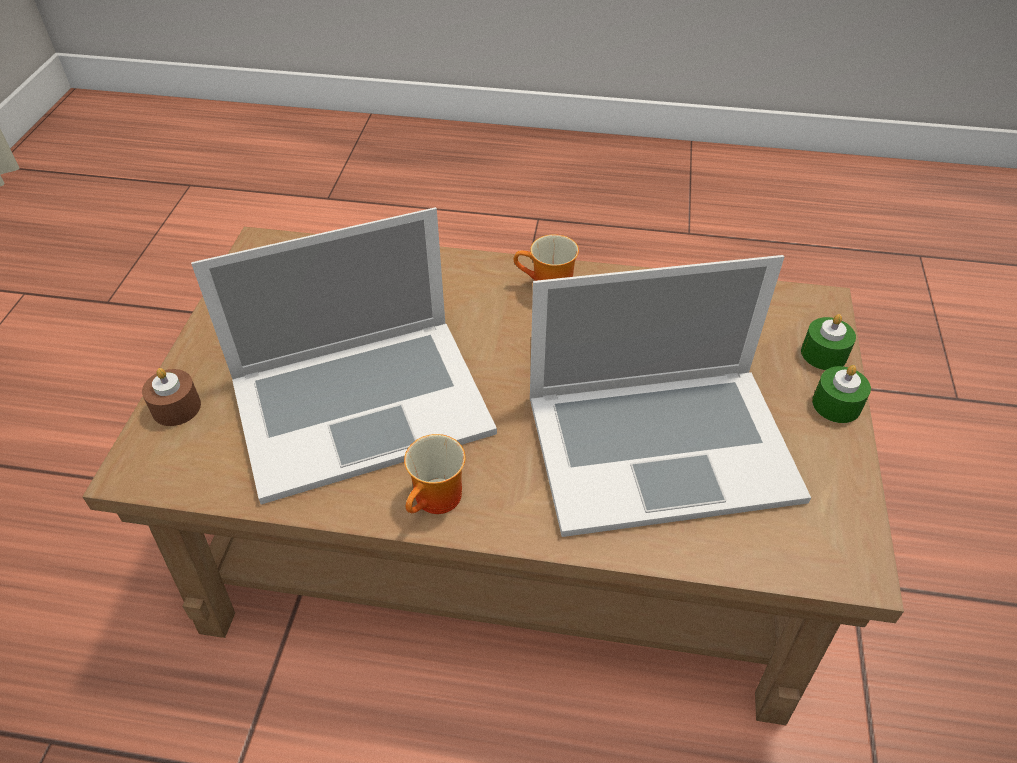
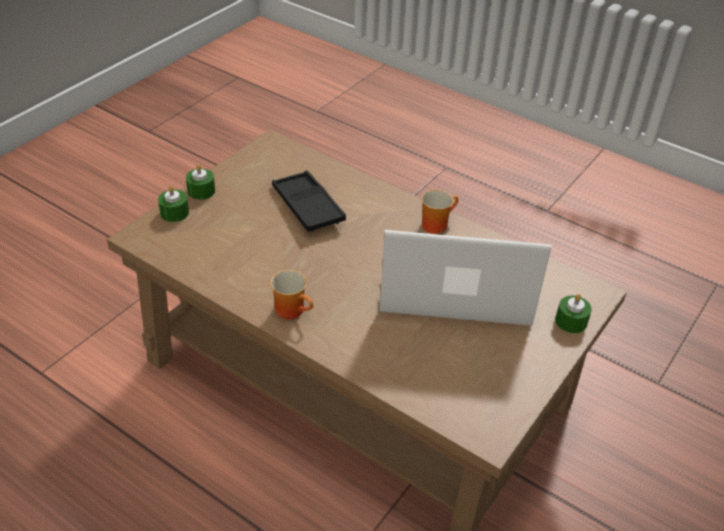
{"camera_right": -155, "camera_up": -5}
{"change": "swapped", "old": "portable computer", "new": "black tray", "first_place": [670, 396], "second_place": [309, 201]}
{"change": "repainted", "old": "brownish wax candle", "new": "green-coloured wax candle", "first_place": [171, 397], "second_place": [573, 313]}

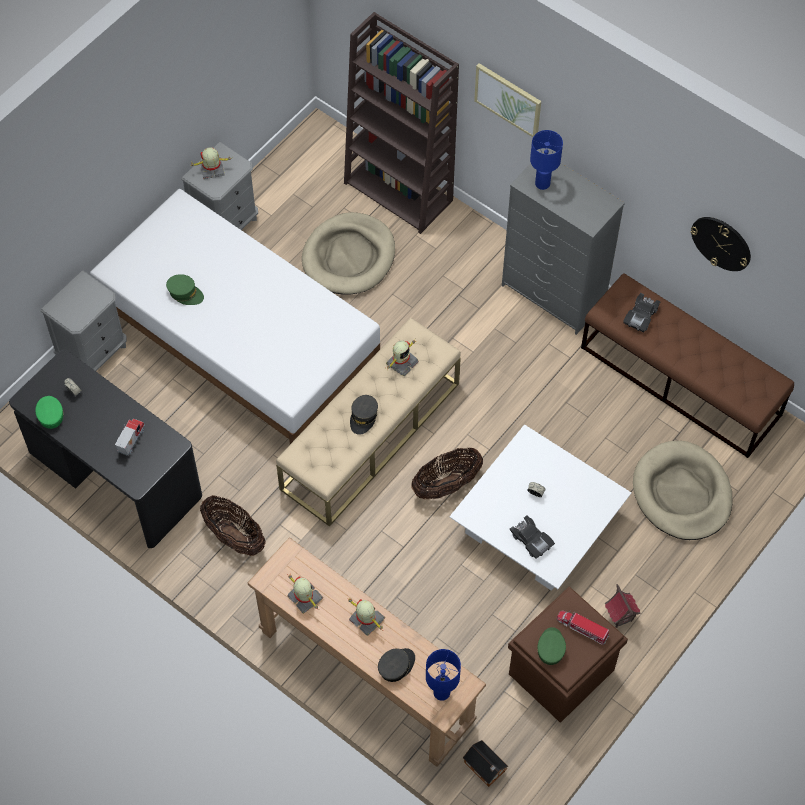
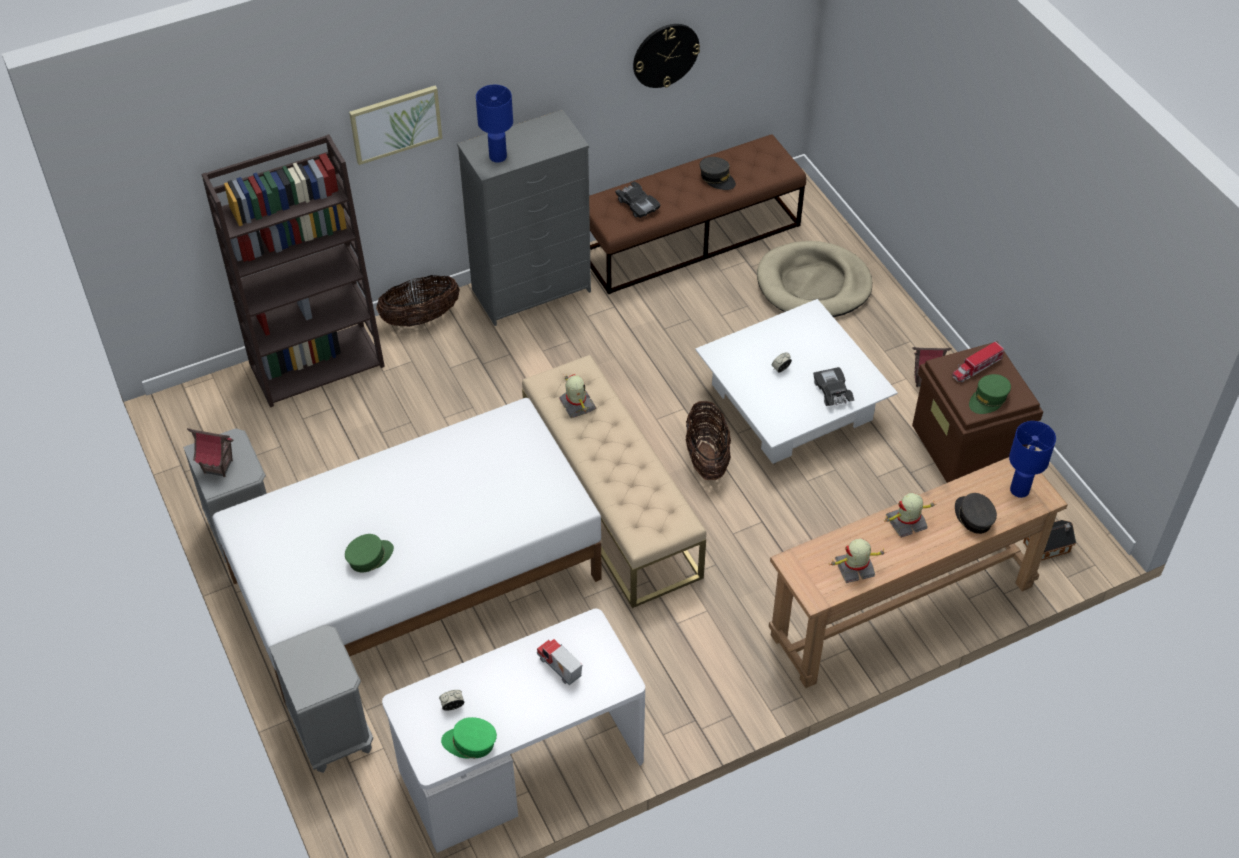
{"camera_right": -65, "camera_up": -10}
{"change": "gone", "old": "beige-coloured dog cushion", "first_place": [348, 253]}
{"change": "shifted", "old": "household basket", "first_place": [233, 525], "second_place": [418, 301]}
{"change": "shifted", "old": "gray cap", "first_place": [364, 415], "second_place": [718, 173]}
{"change": "swapped", "old": "model robot", "new": "toy house", "first_place": [211, 163], "second_place": [210, 452]}
{"change": "repainted", "old": "black desk table", "new": "white-coloured desk table", "first_place": [105, 449], "second_place": [513, 731]}
{"change": "rotated", "old": "black model car", "first_place": [532, 537], "second_place": [833, 386], "degrees": -90}
{"change": "rotated", "old": "green-coloured cap", "first_place": [551, 646], "second_place": [990, 394], "degrees": -75}

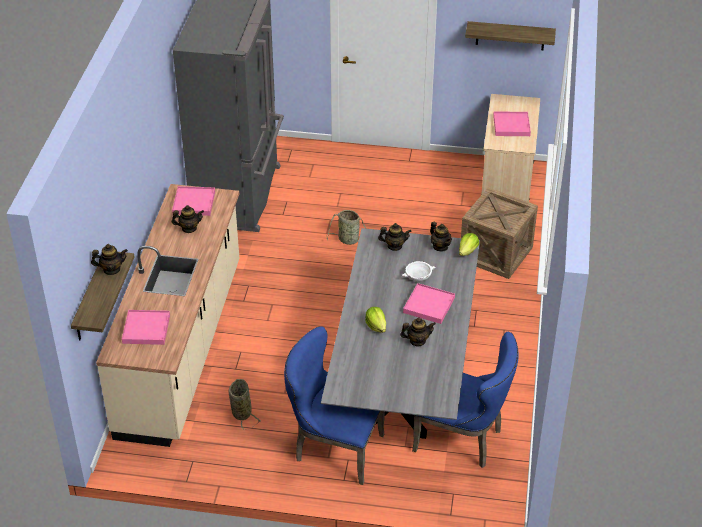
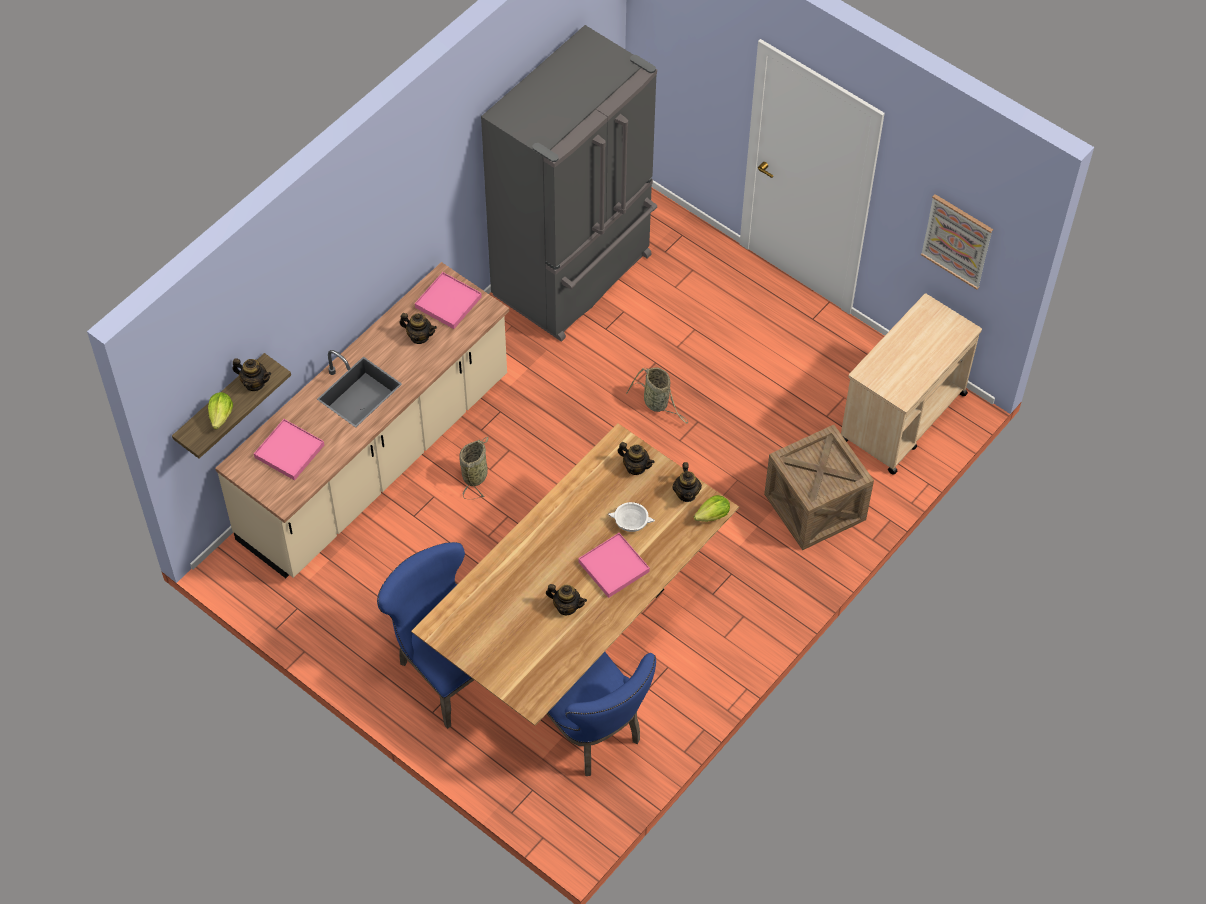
{"camera_right": 30, "camera_up": 15}
{"change": "gone", "old": "pink tray", "first_place": [512, 123]}
{"change": "shifted", "old": "household basket", "first_place": [245, 404], "second_place": [473, 468]}
{"change": "shifted", "old": "lettuce", "first_place": [375, 320], "second_place": [220, 411]}
{"change": "swapped", "old": "bracket shelf", "new": "picture", "first_place": [510, 35], "second_place": [957, 242]}
{"change": "repainted", "old": "gray kitchen table", "new": "brownish kitchen table", "first_place": [400, 333], "second_place": [575, 575]}

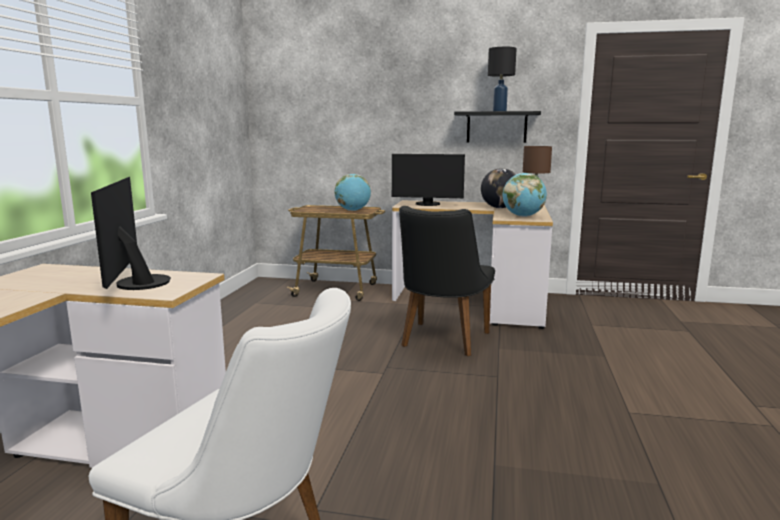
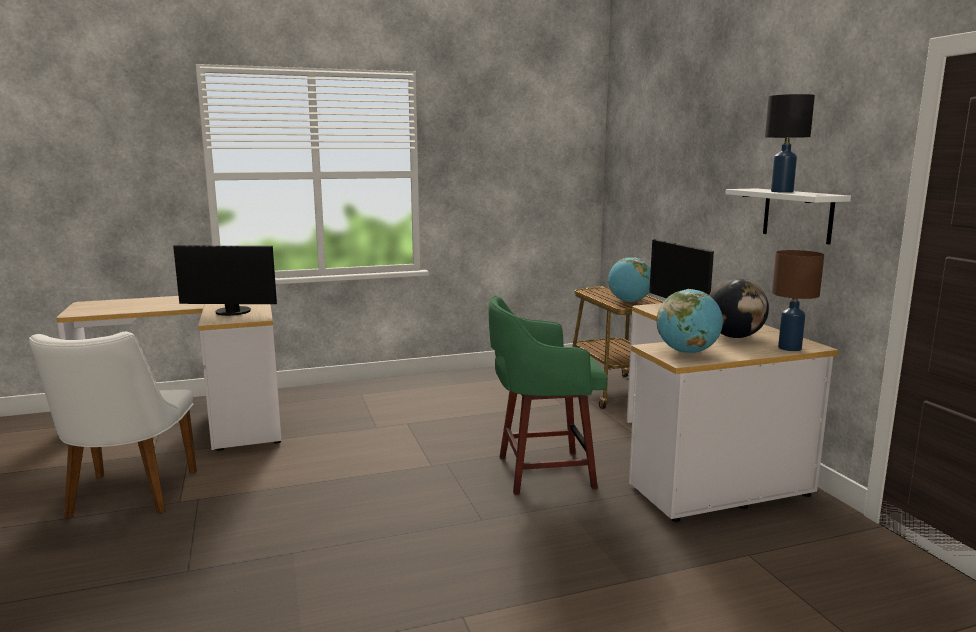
{"camera_right": 60, "camera_up": 0}
{"change": "swapped", "old": "black upright chair", "new": "green-coloured stool seat", "first_place": [447, 281], "second_place": [548, 395]}
{"change": "repainted", "old": "black bracket shelf", "new": "white-coloured bracket shelf", "first_place": [497, 127], "second_place": [788, 216]}
{"change": "rotated", "old": "monitor", "first_place": [131, 233], "second_place": [225, 281], "degrees": -135}

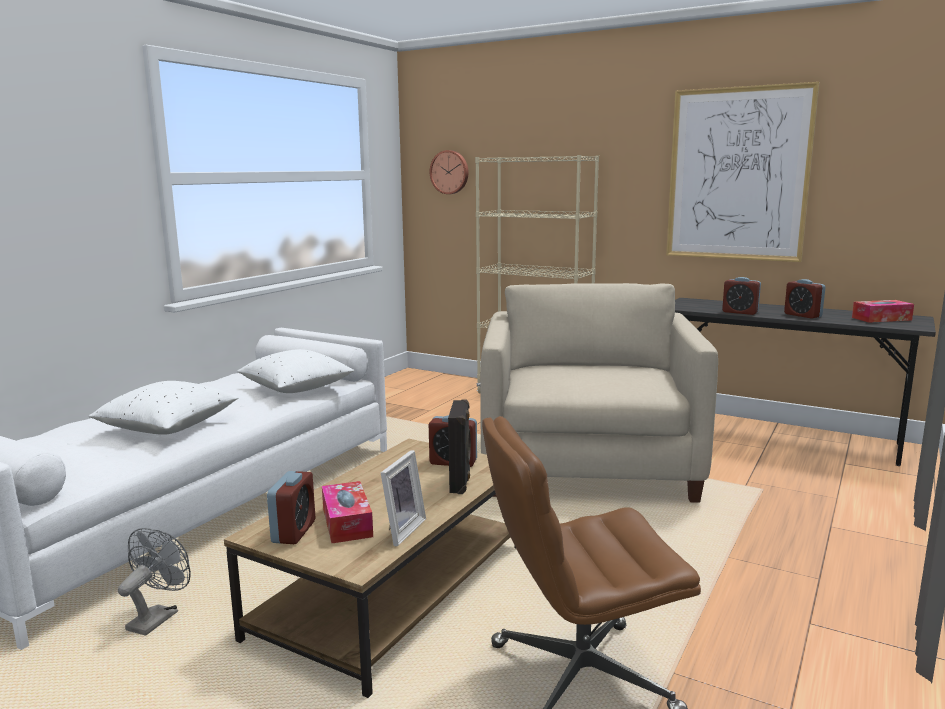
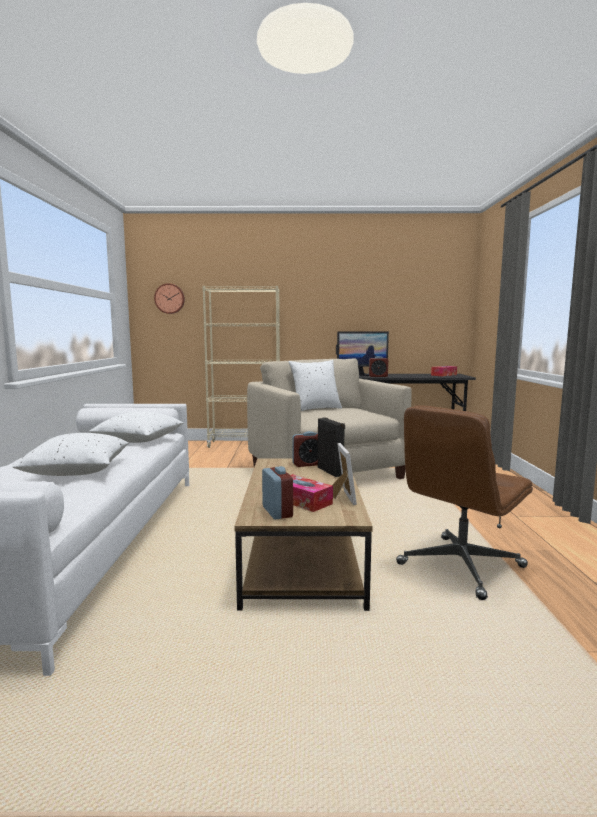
{"camera_right": -30, "camera_up": -5}
{"change": "gone", "old": "gray fan", "first_place": [154, 582]}
{"change": "gone", "old": "picture", "first_place": [743, 172]}
{"change": "gone", "old": "alarm clock", "first_place": [804, 299]}
{"change": "new", "new": "white-coloured cushion", "second_place": [315, 385]}
{"change": "new", "new": "monitor", "second_place": [362, 354]}

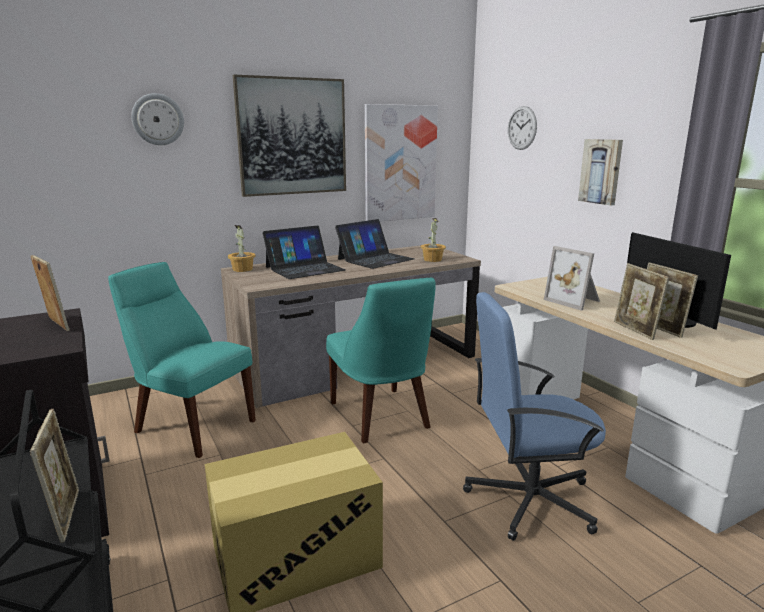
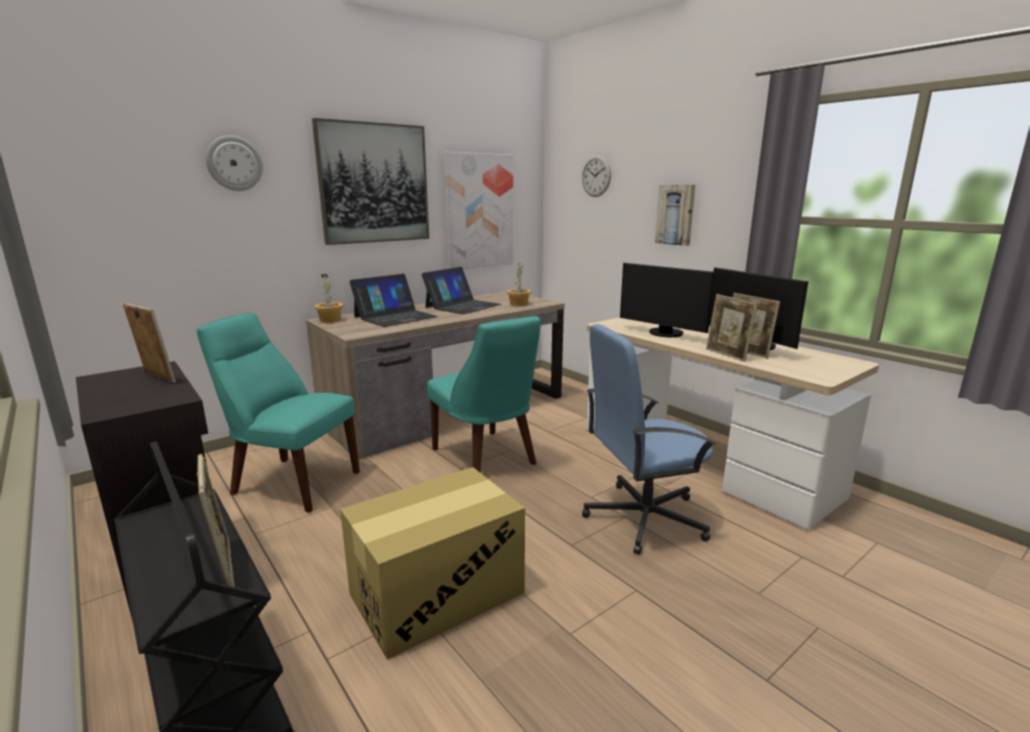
{"camera_right": -10, "camera_up": 0}
{"change": "swapped", "old": "standing frame", "new": "monitor", "first_place": [572, 278], "second_place": [667, 300]}

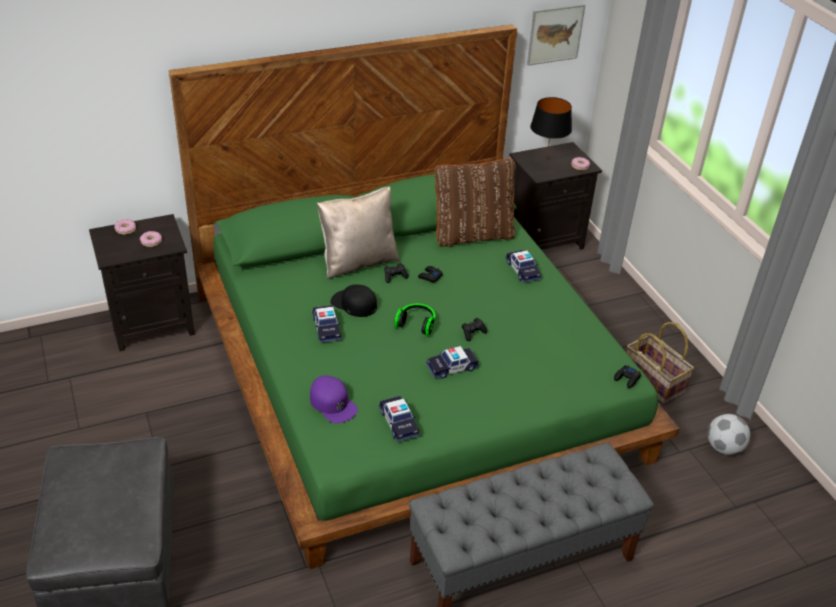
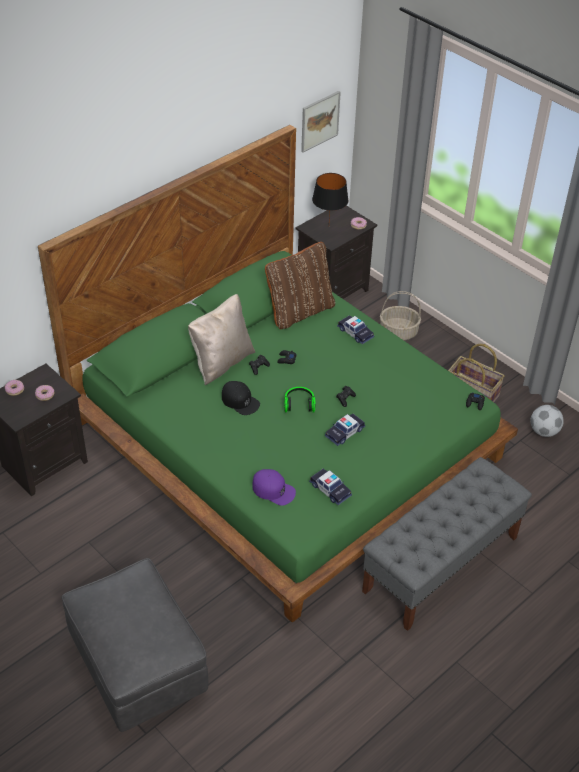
{"camera_right": -20, "camera_up": 5}
{"change": "gone", "old": "model car", "first_place": [327, 324]}
{"change": "new", "new": "household basket", "second_place": [400, 315]}
{"change": "rotated", "old": "black cap", "first_place": [353, 300], "second_place": [241, 398], "degrees": -150}

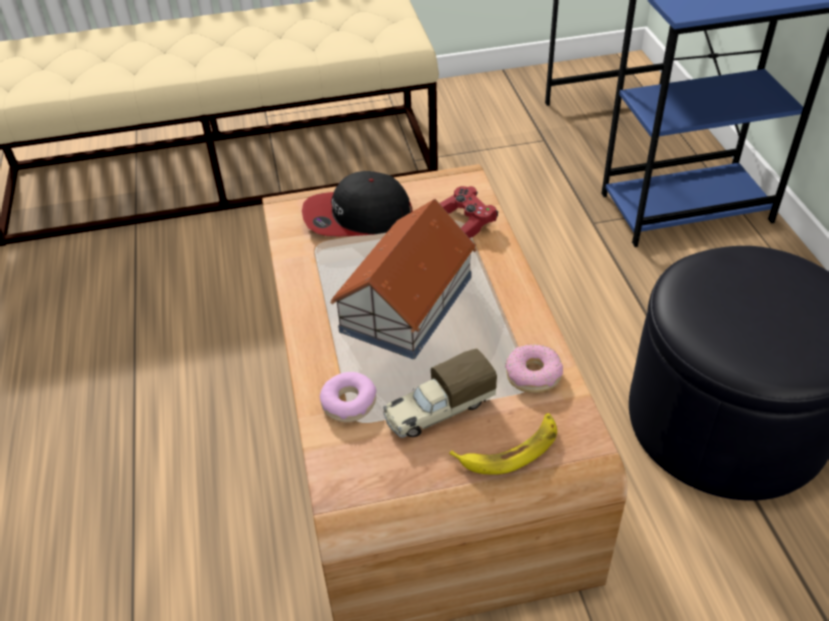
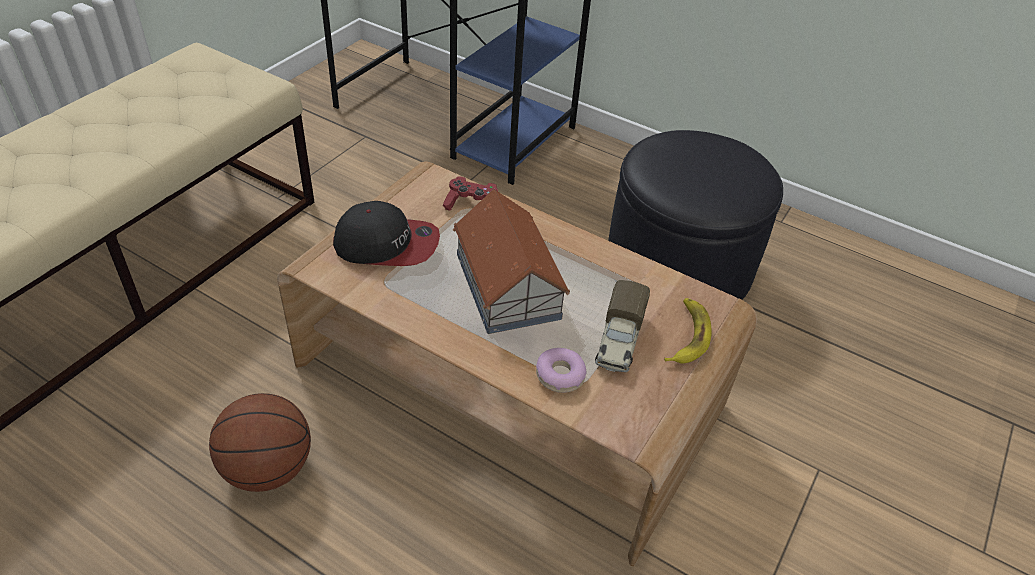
{"camera_right": -50, "camera_up": 0}
{"change": "gone", "old": "ring doughnut", "first_place": [534, 368]}
{"change": "new", "new": "basketball", "second_place": [260, 442]}
{"change": "rotated", "old": "cap", "first_place": [357, 203], "second_place": [386, 233], "degrees": -120}

